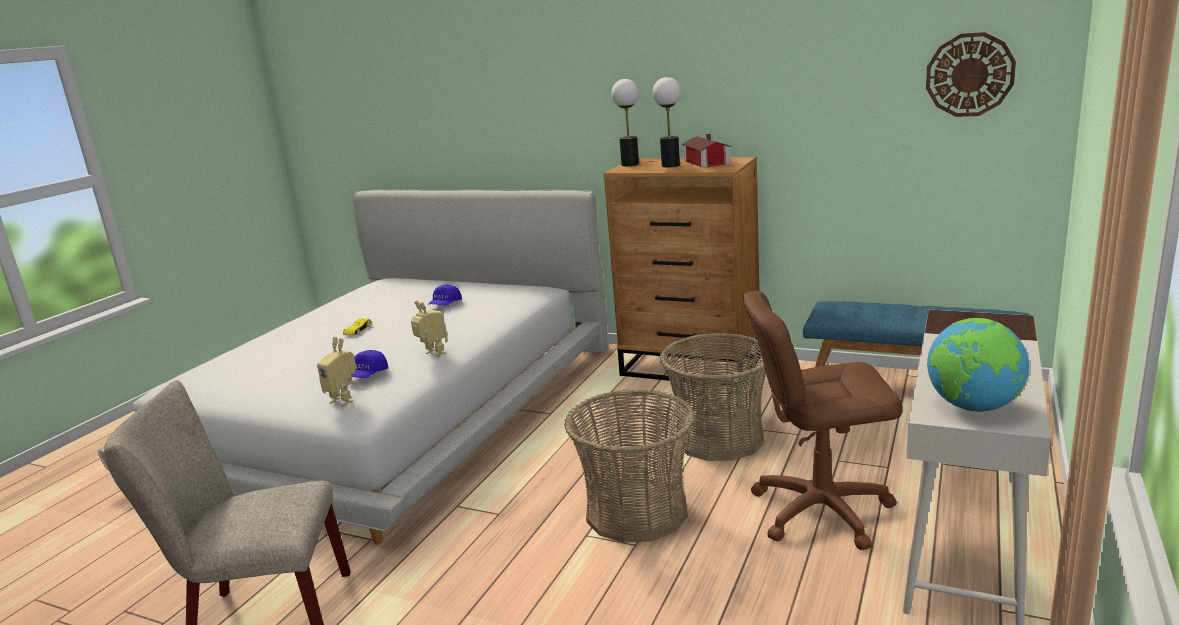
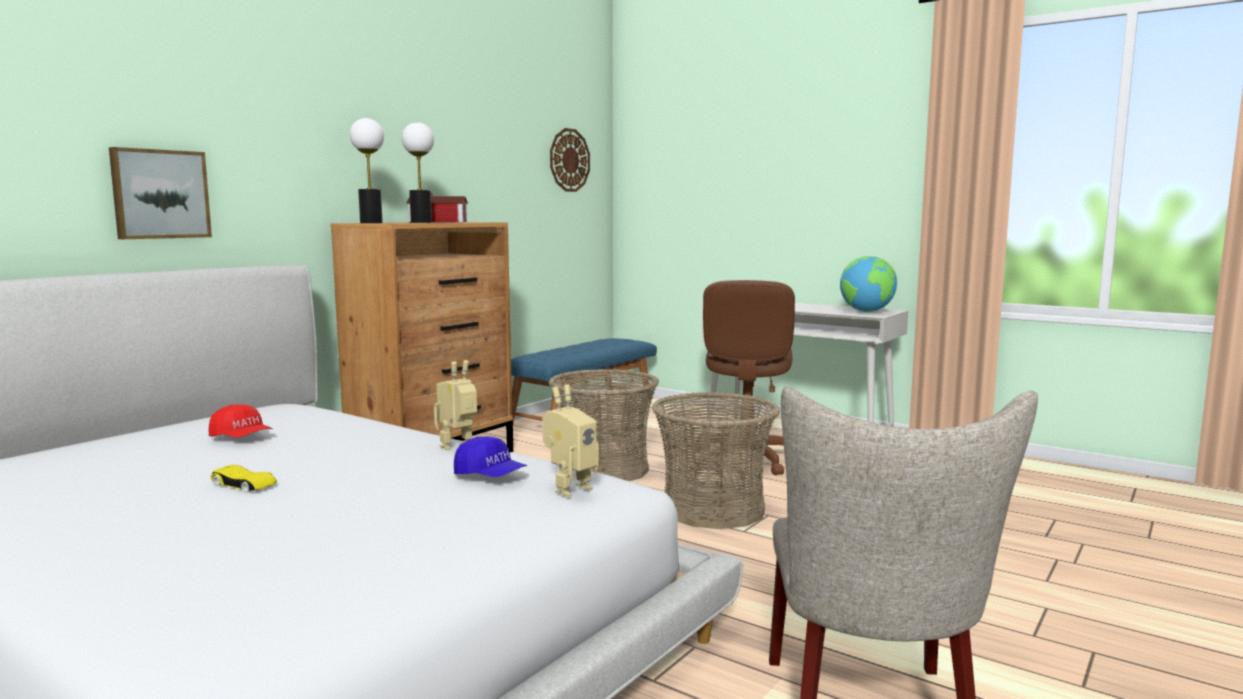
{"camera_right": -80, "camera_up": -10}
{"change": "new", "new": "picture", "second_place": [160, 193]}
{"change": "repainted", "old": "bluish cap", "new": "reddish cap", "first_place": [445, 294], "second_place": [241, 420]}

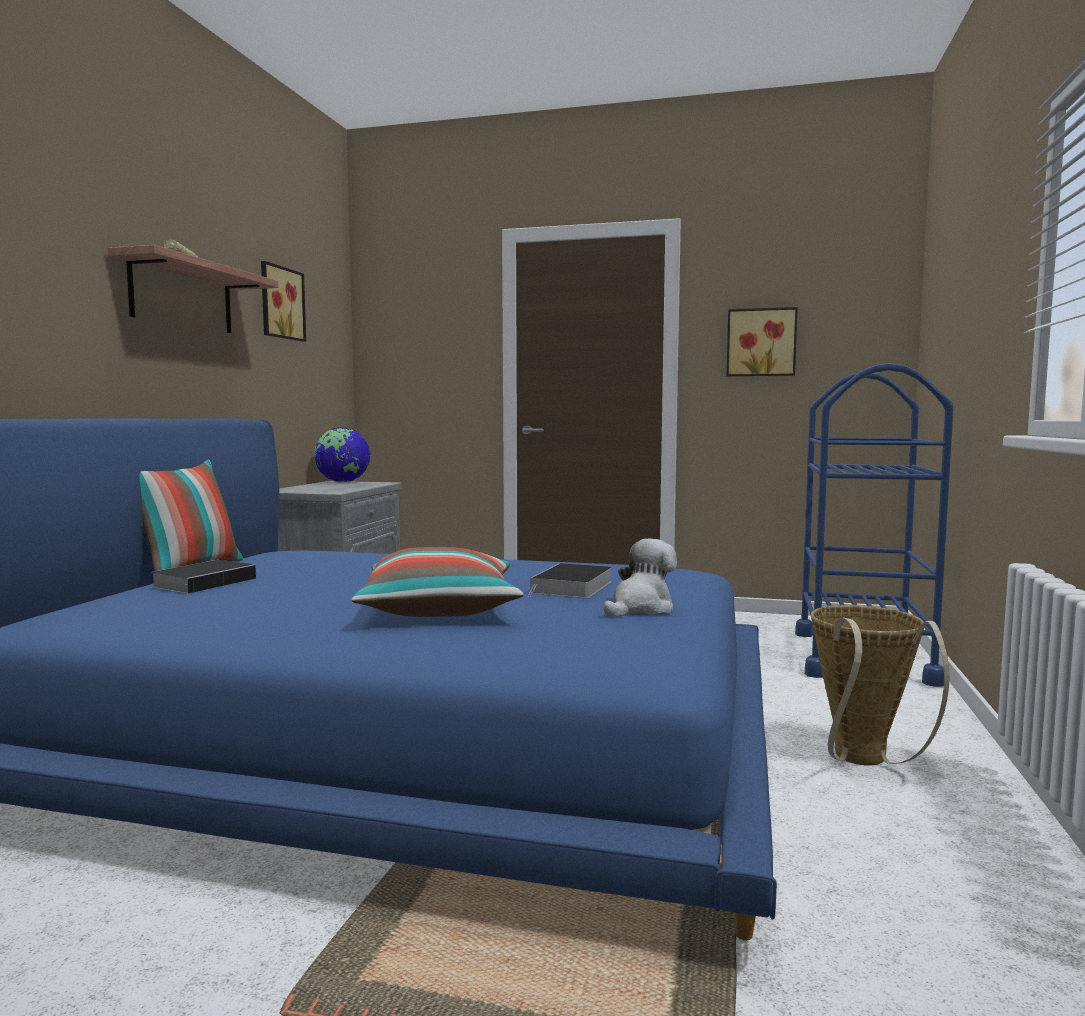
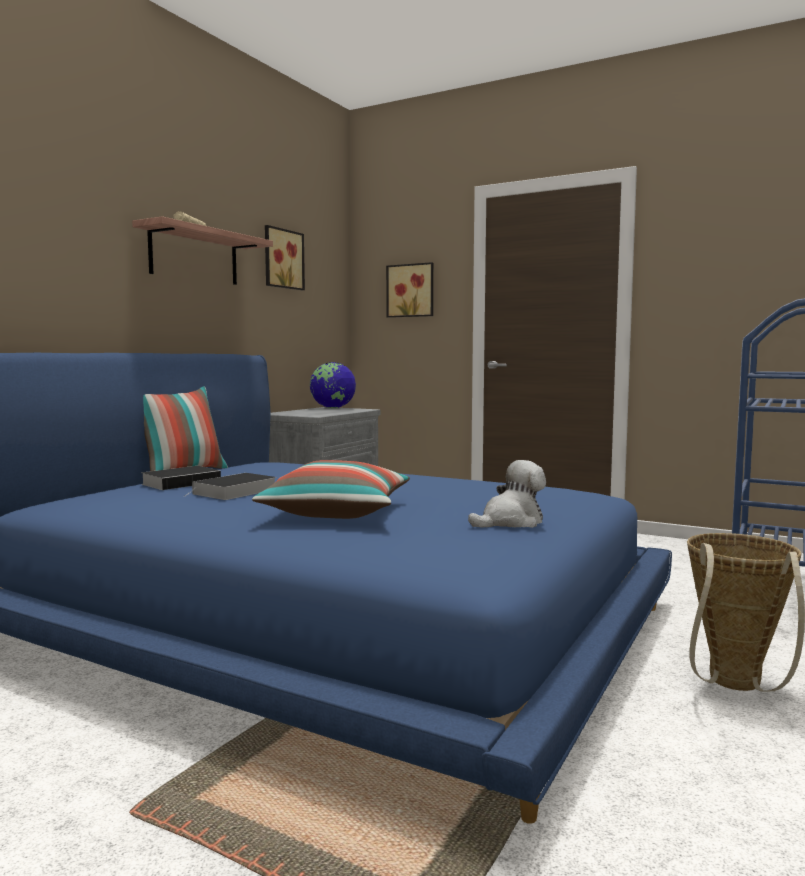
{"camera_right": 15, "camera_up": 0}
{"change": "shifted", "old": "bound book", "first_place": [570, 580], "second_place": [230, 486]}
{"change": "shifted", "old": "picture", "first_place": [761, 341], "second_place": [409, 290]}

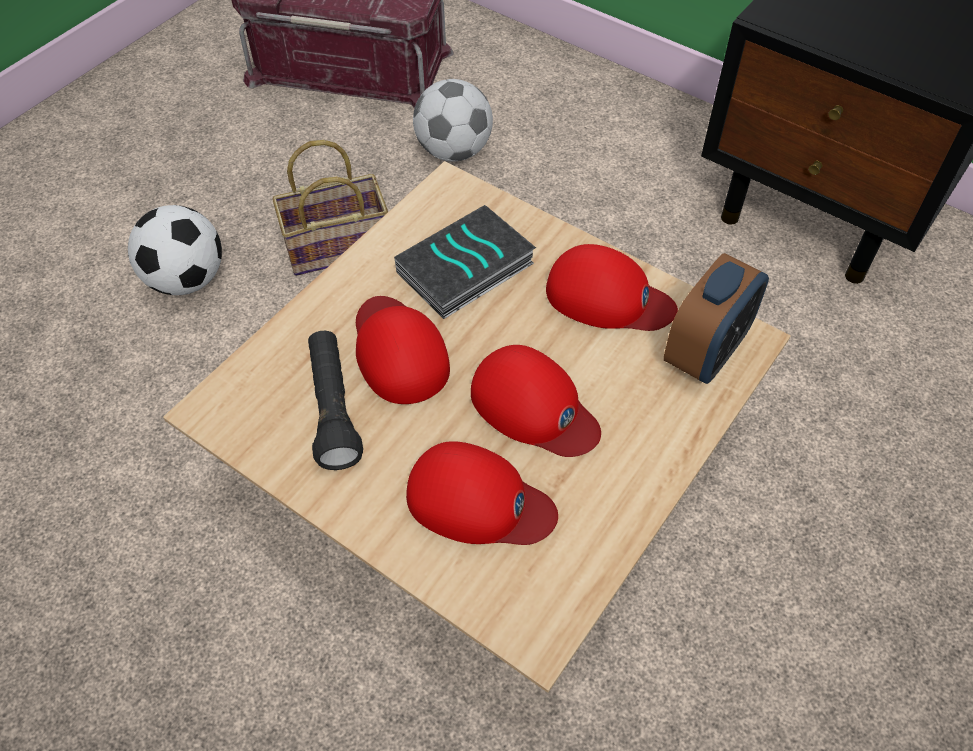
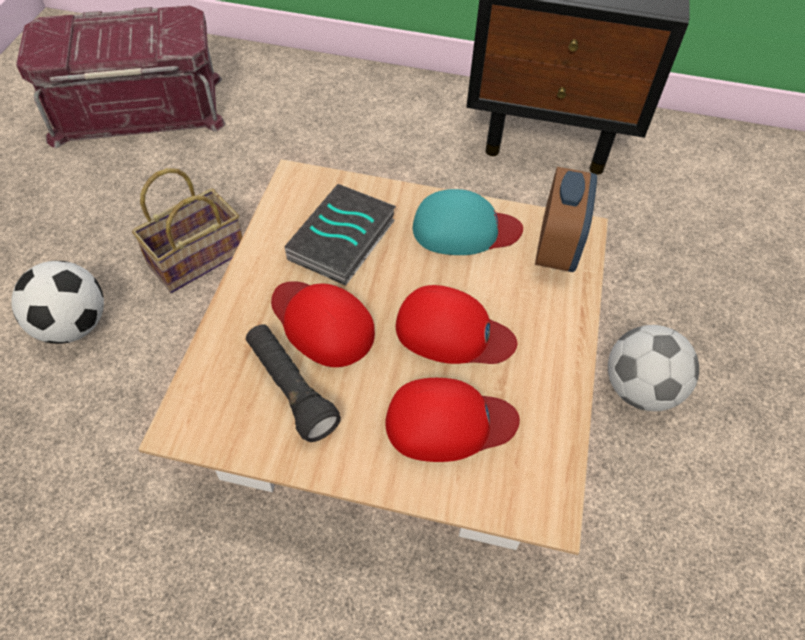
{"camera_right": -25, "camera_up": 0}
{"change": "shifted", "old": "football ball", "first_place": [453, 120], "second_place": [653, 368]}
{"change": "repainted", "old": "reddish cap", "new": "turquoise-coloured cap", "first_place": [612, 287], "second_place": [468, 222]}

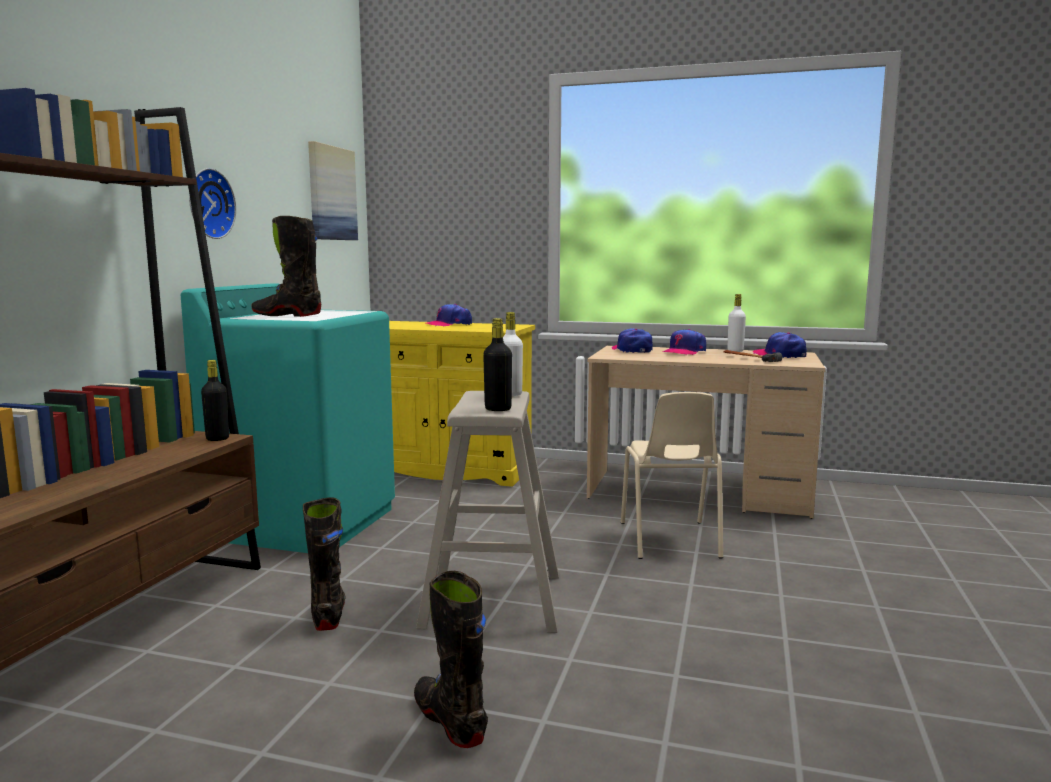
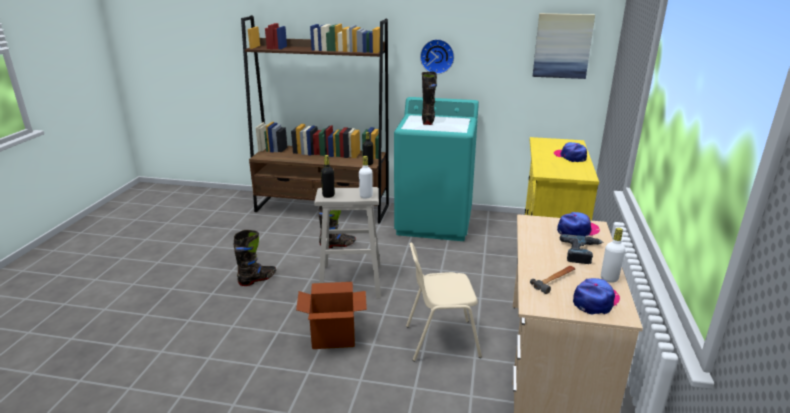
{"camera_right": 85, "camera_up": 15}
{"change": "new", "new": "packing box", "second_place": [331, 315]}
{"change": "swapped", "old": "cap", "new": "drill", "first_place": [684, 342], "second_place": [582, 249]}

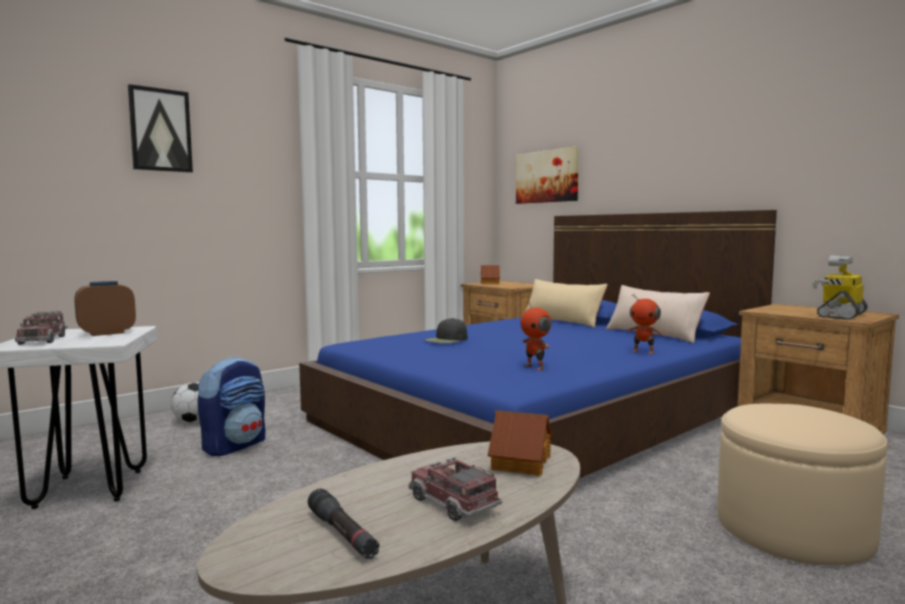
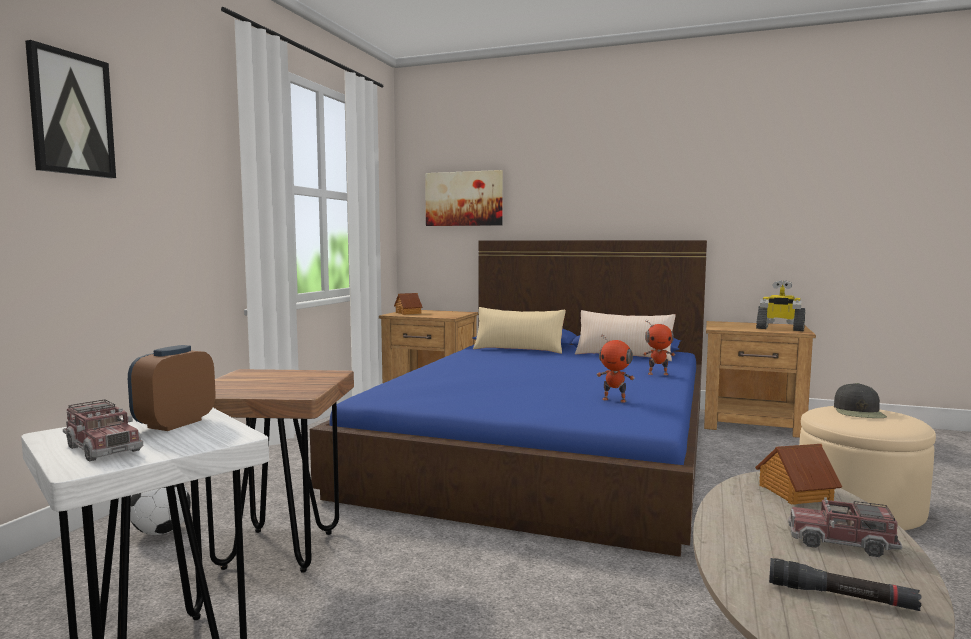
{"camera_right": -30, "camera_up": 0}
{"change": "shifted", "old": "black cap", "first_place": [446, 330], "second_place": [860, 400]}
{"change": "swapped", "old": "rucksack", "new": "brownish stool seat", "first_place": [231, 406], "second_place": [279, 471]}
{"change": "rotated", "old": "model robot", "first_place": [840, 288], "second_place": [780, 305], "degrees": -75}

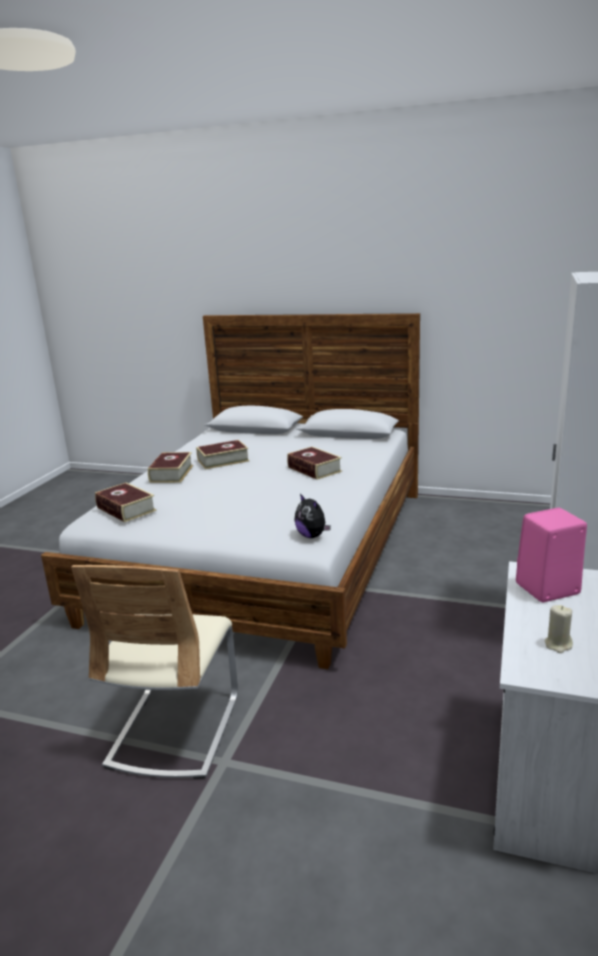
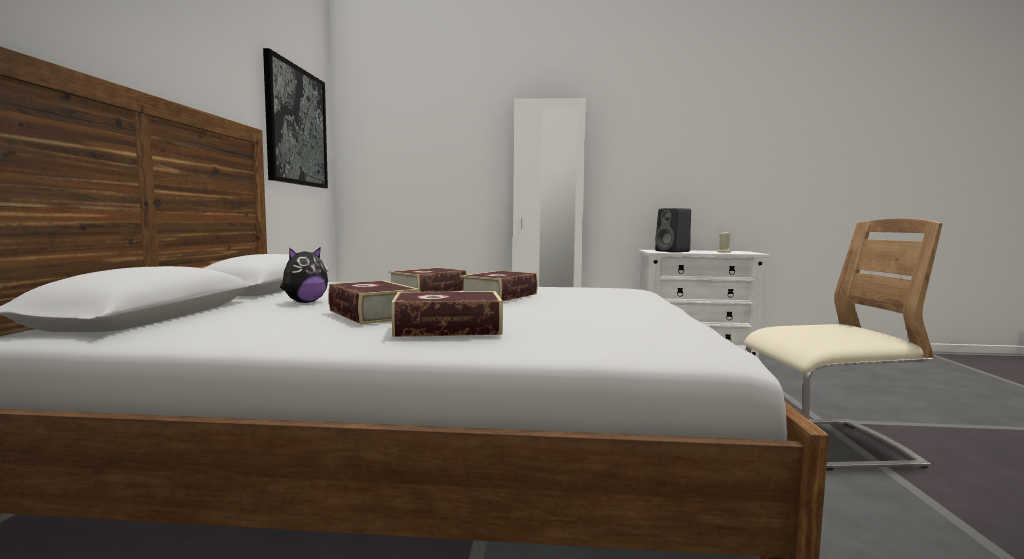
{"camera_right": -105, "camera_up": -15}
{"change": "new", "new": "picture", "second_place": [295, 118]}
{"change": "shifted", "old": "bound book", "first_place": [125, 502], "second_place": [499, 286]}
{"change": "shifted", "old": "plush toy", "first_place": [312, 516], "second_place": [304, 275]}
{"change": "repainted", "old": "pink audio speaker", "new": "black audio speaker", "first_place": [551, 555], "second_place": [673, 230]}

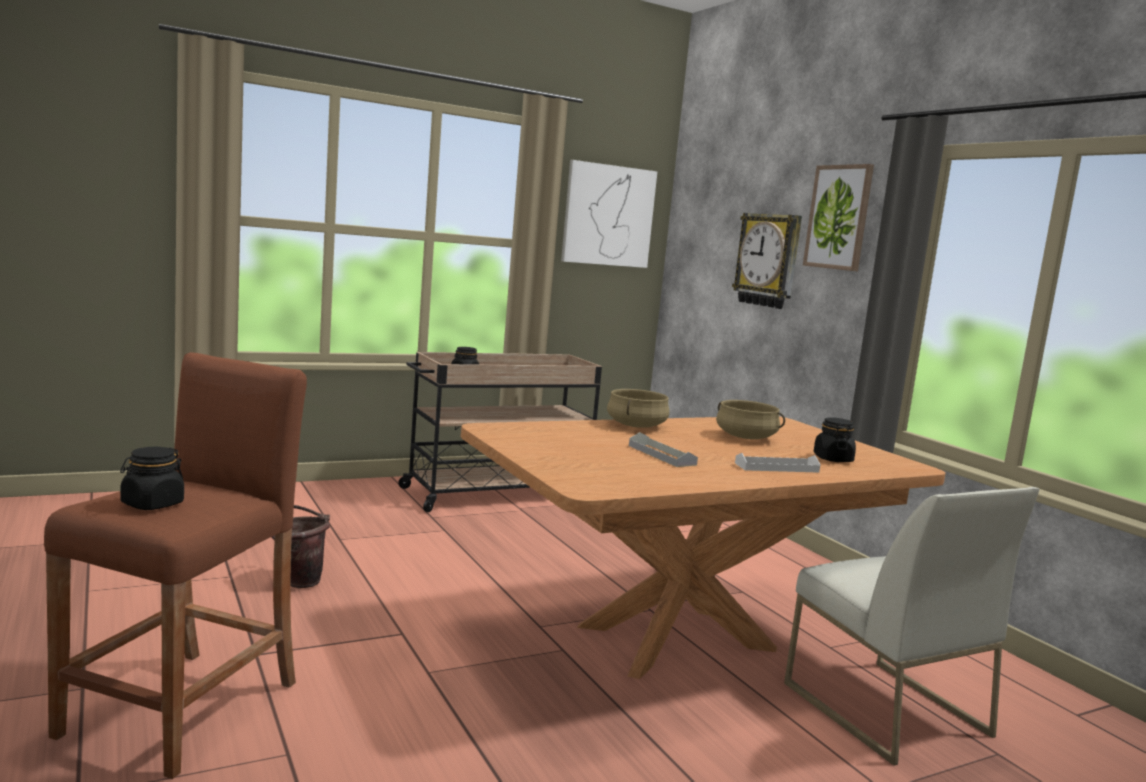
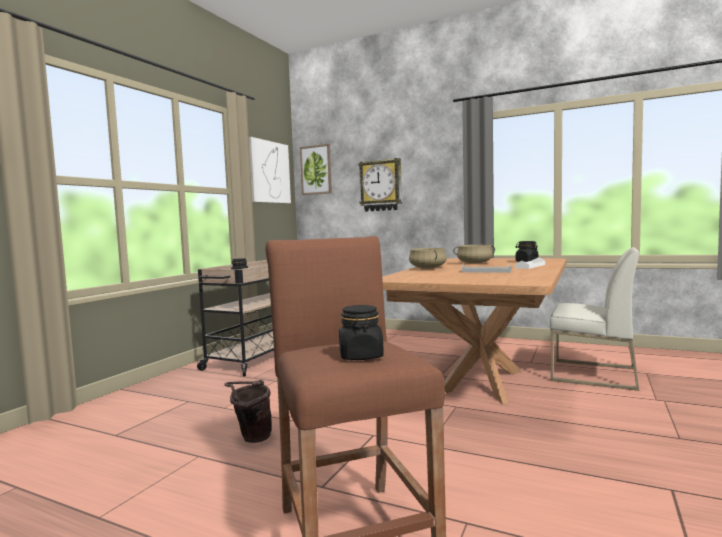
{"camera_right": -35, "camera_up": -5}
{"change": "shifted", "old": "picture", "first_place": [838, 217], "second_place": [316, 169]}

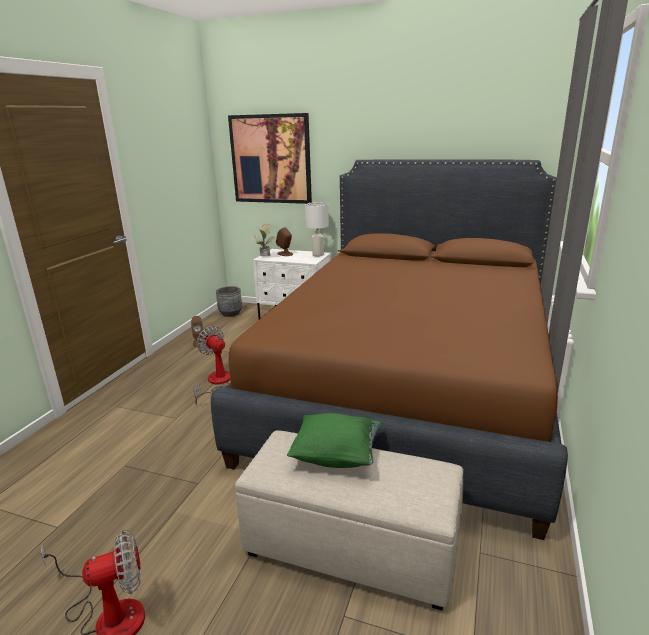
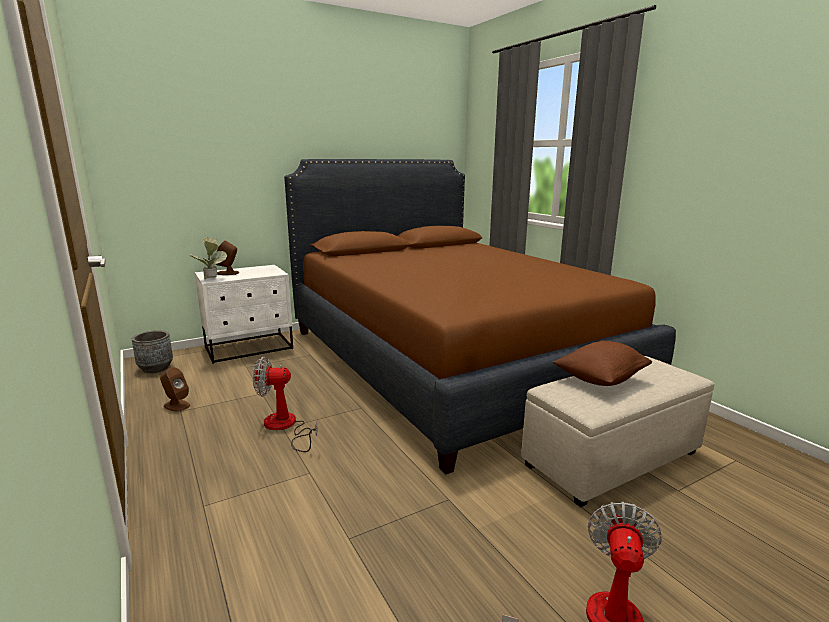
{"camera_right": -50, "camera_up": -5}
{"change": "gone", "old": "picture", "first_place": [270, 158]}
{"change": "gone", "old": "white-coloured tabletop lamp", "first_place": [317, 229]}
{"change": "repainted", "old": "green-coloured cushion", "new": "brownish cushion", "first_place": [334, 440], "second_place": [602, 363]}

